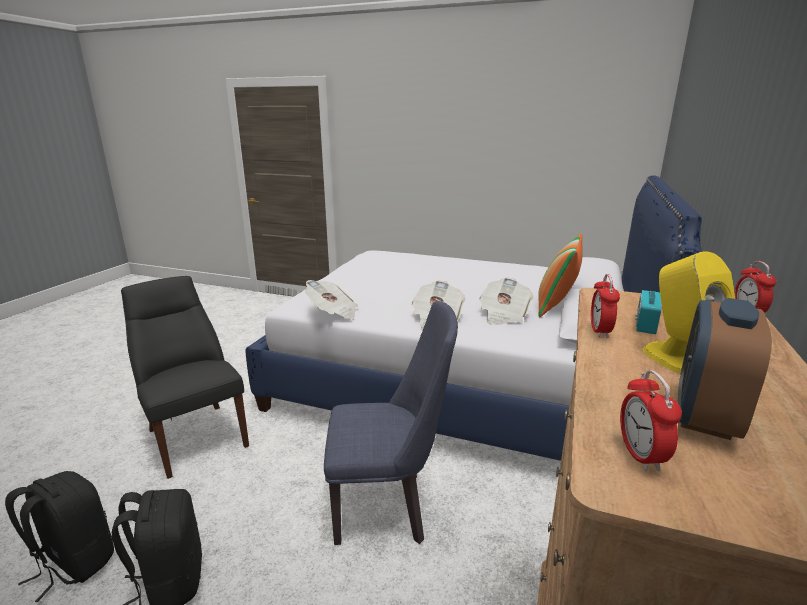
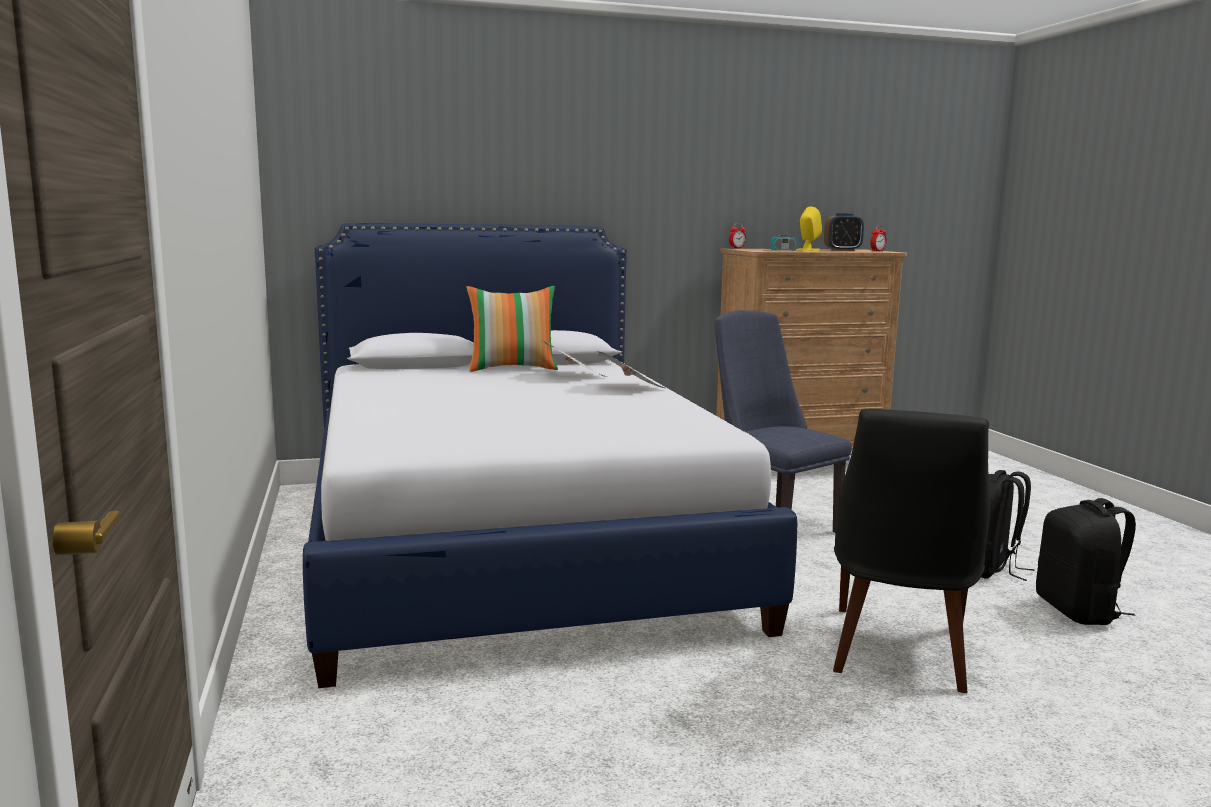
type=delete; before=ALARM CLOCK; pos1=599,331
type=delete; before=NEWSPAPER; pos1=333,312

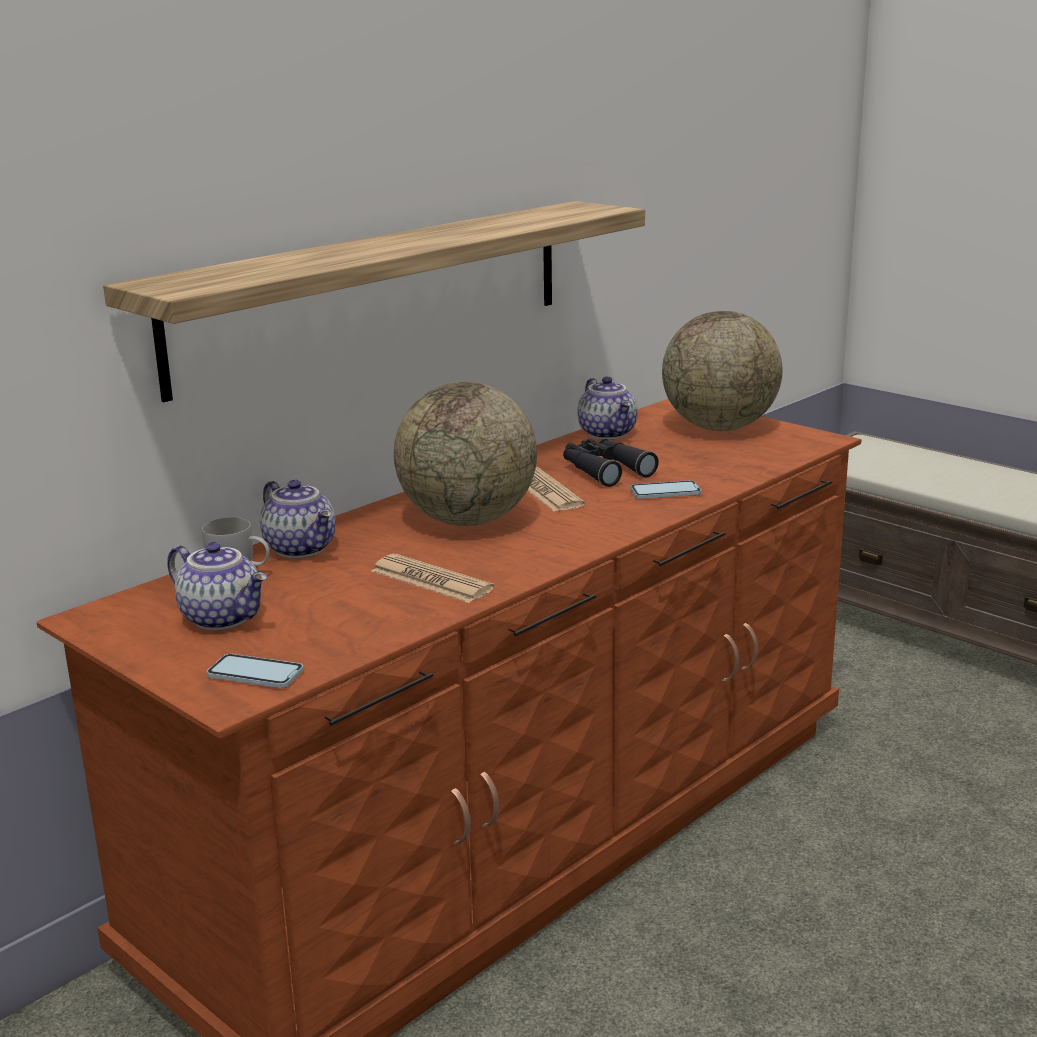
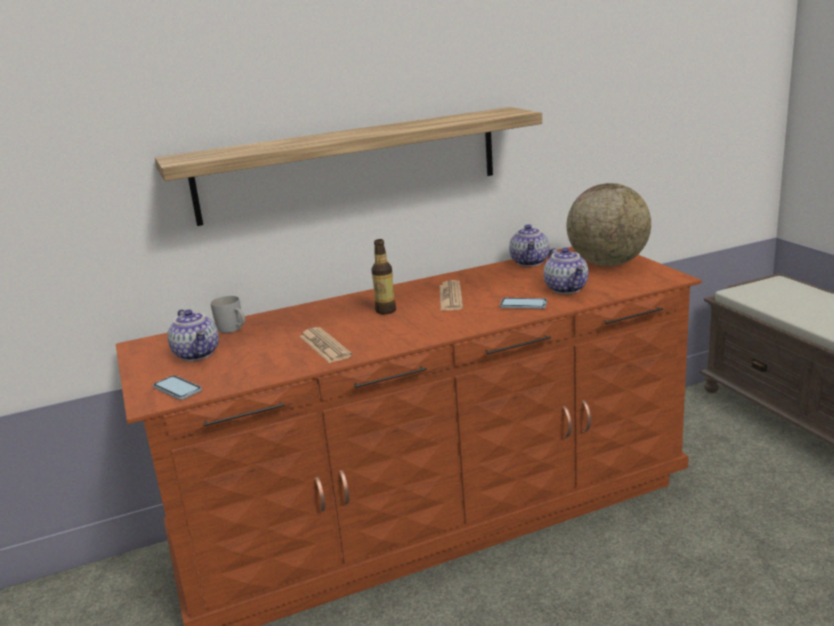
type=replace; before=GLOBE; after=BOTTLE; pos1=468,520; pos2=386,311
type=delete; before=BLACK BINOCULARS; pos1=604,470
type=move; before=TEAPOT; pos1=302,548; pos2=567,289

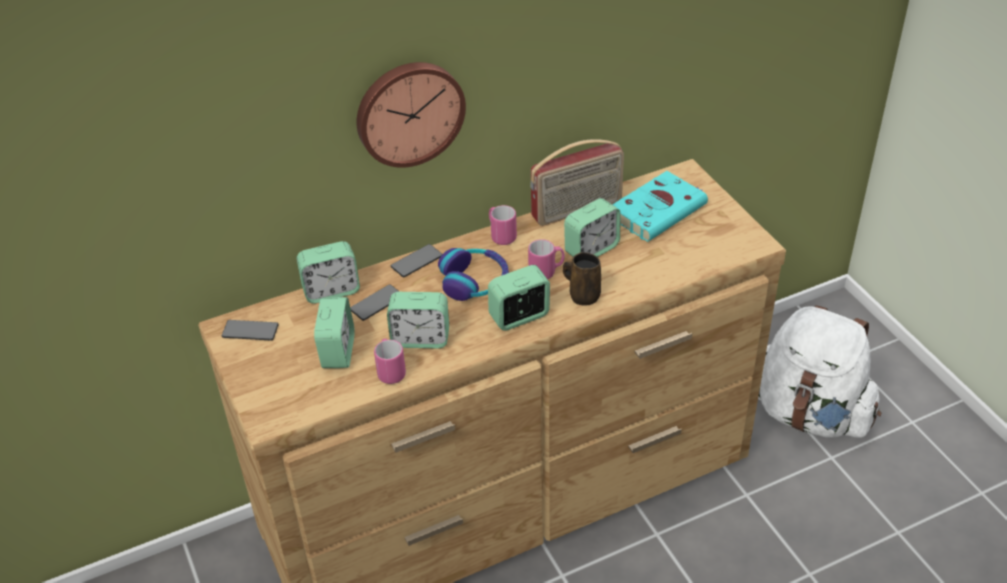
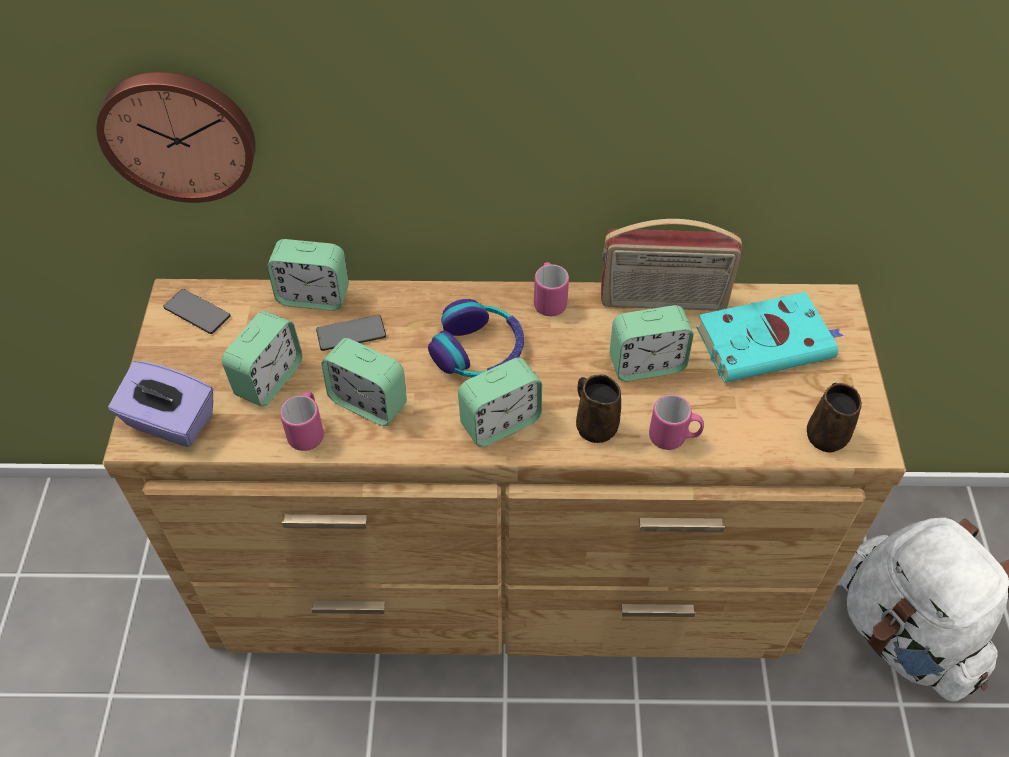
type=move; before=WALL CLOCK; pos1=409,112; pos2=179,134
type=move; before=PINK MUG; pos1=546,272; pos2=674,437
type=delete; before=PHONE; pos1=416,261
type=rotate; before=ALARM CLOCK; pos1=519,317; pos2=500,422; turn=150
type=insert; after=PURPLE TISSUE BOX; pos2=170,422
type=insert; after=BROWN MUG; pos2=826,434

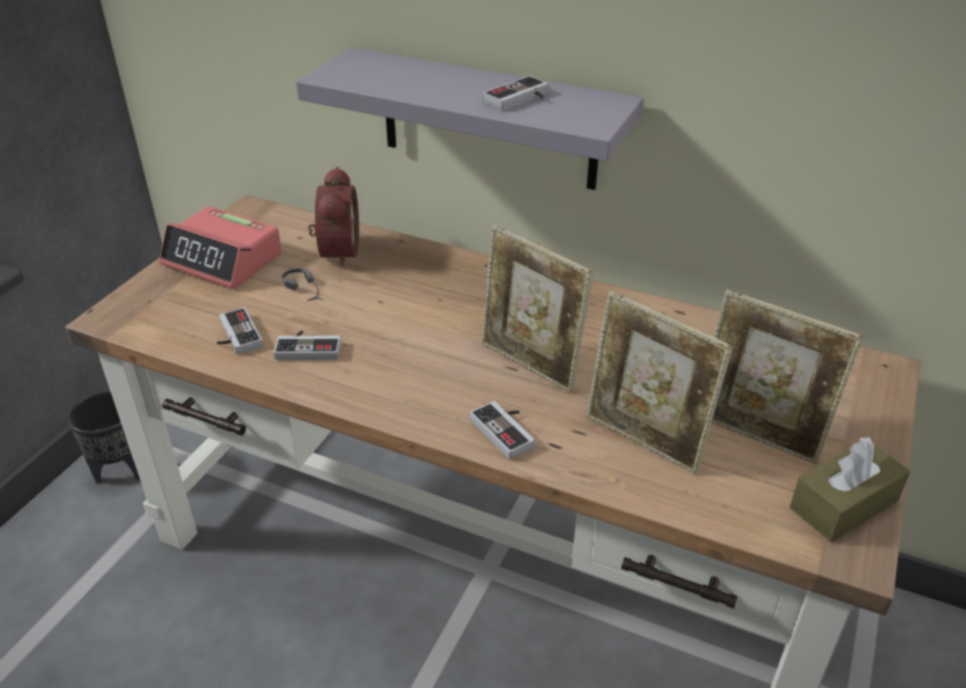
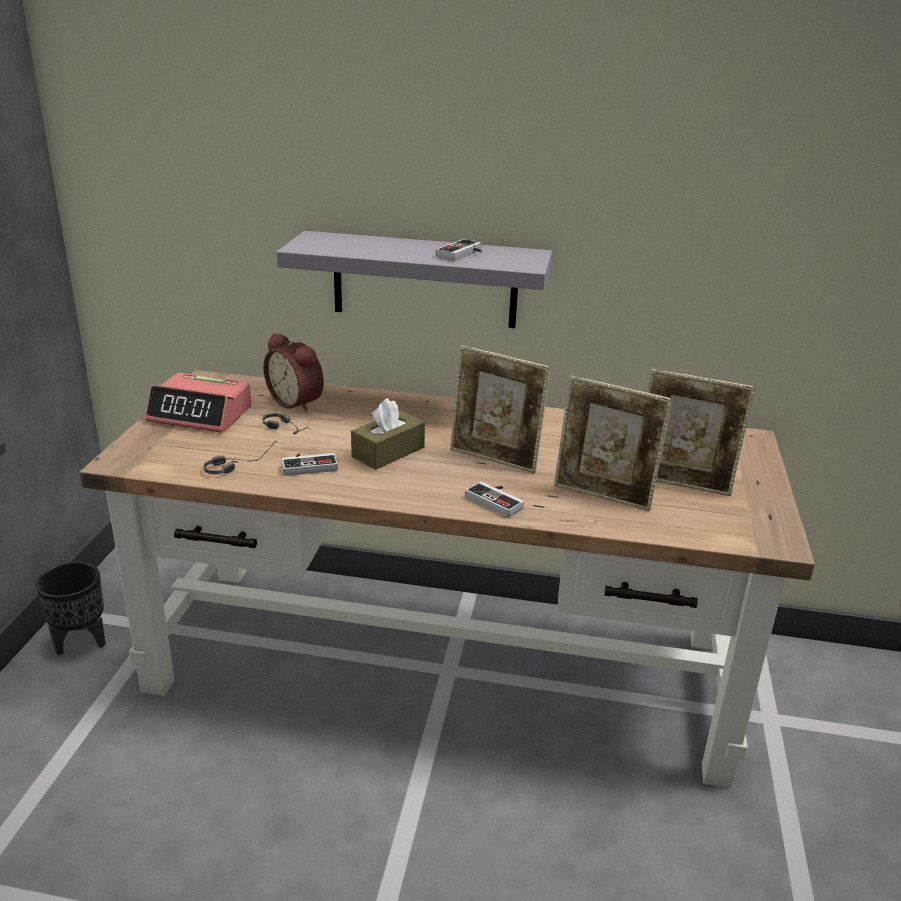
type=rotate; before=ALARM CLOCK; pos1=336,252; pos2=298,402; turn=150
type=replace; before=GAME CONTROLLER; after=HEADPHONES; pos1=235,336; pos2=240,463
type=move; before=BROWN TISSUE BOX; pos1=843,504; pos2=388,452

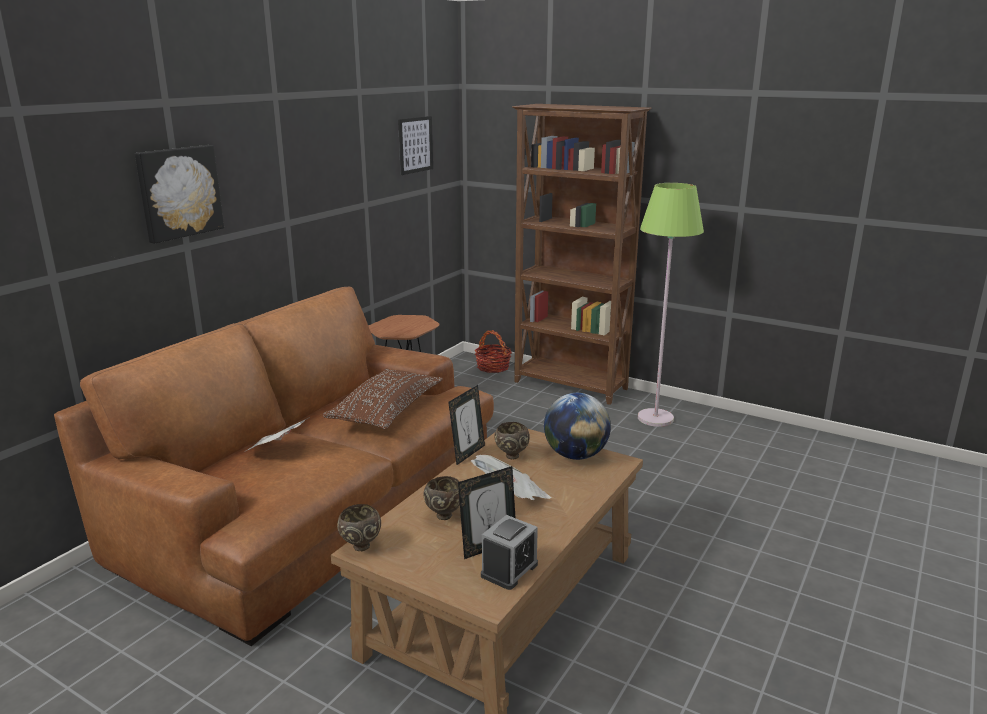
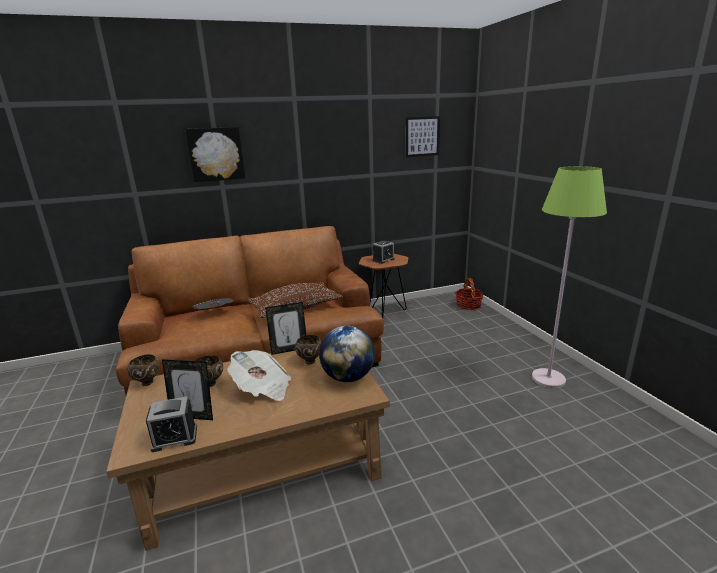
type=delete; before=BROWN BOOKCASE; pos1=570,386
type=insert; after=ALARM CLOCK; pos2=383,260

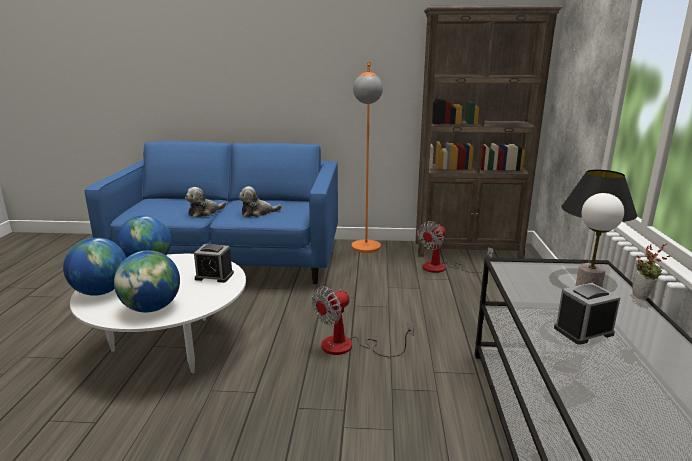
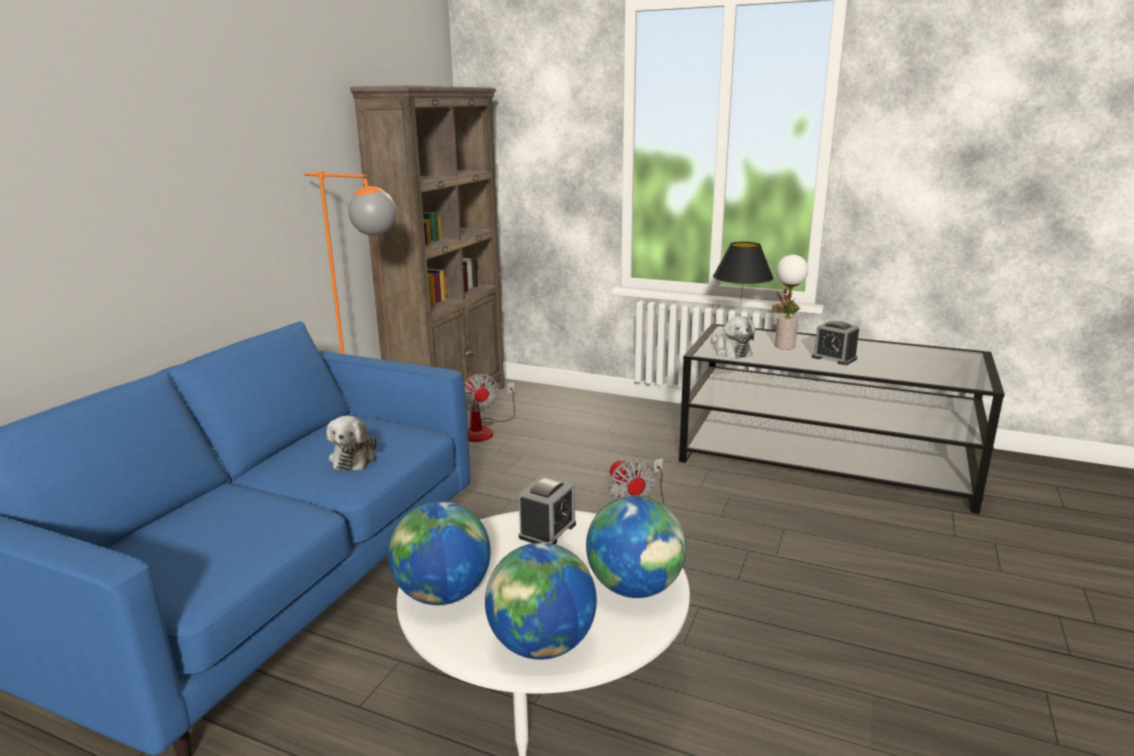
type=move; before=PLUSH TOY; pos1=204,212; pos2=730,351
type=rotate; before=ALARM CLOCK; pos1=583,331; pos2=834,358; turn=-45

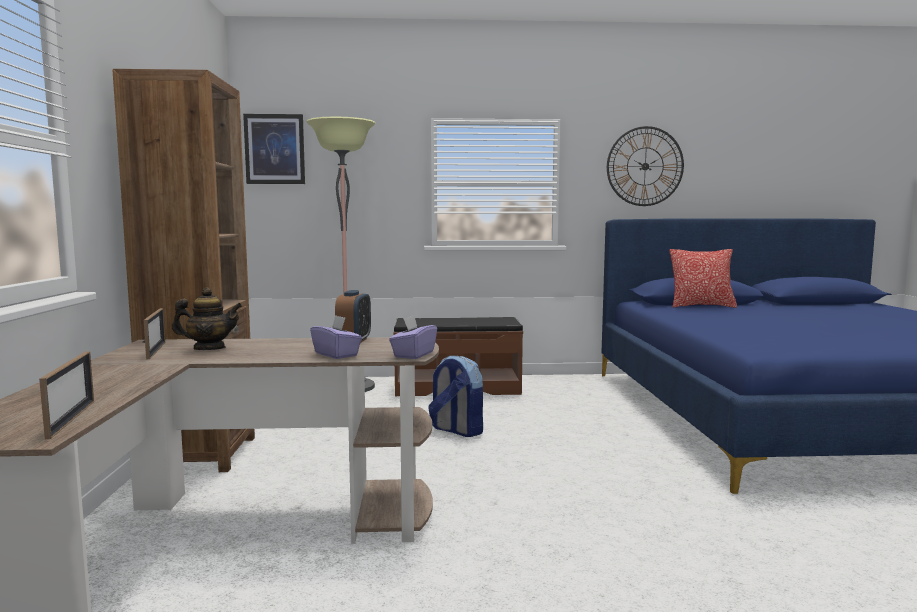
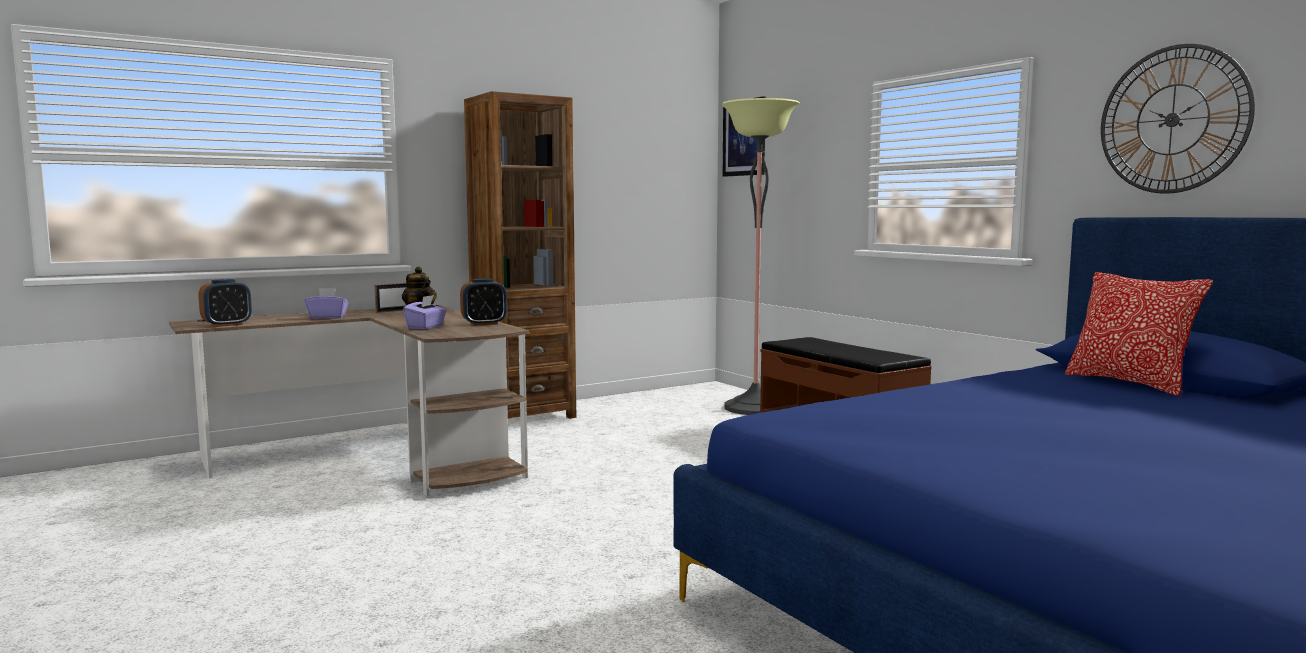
type=move; before=PURPLE TISSUE BOX; pos1=413,355; pos2=327,317
type=replace; before=PICTURE FRAME; after=ALARM CLOCK; pos1=71,419; pos2=227,325
type=delete; before=BACKPACK; pos1=456,430

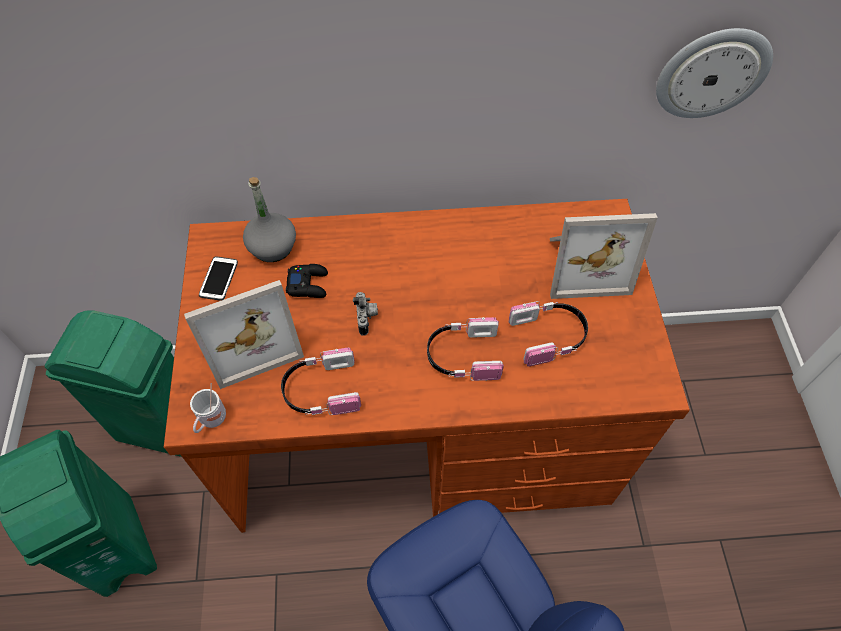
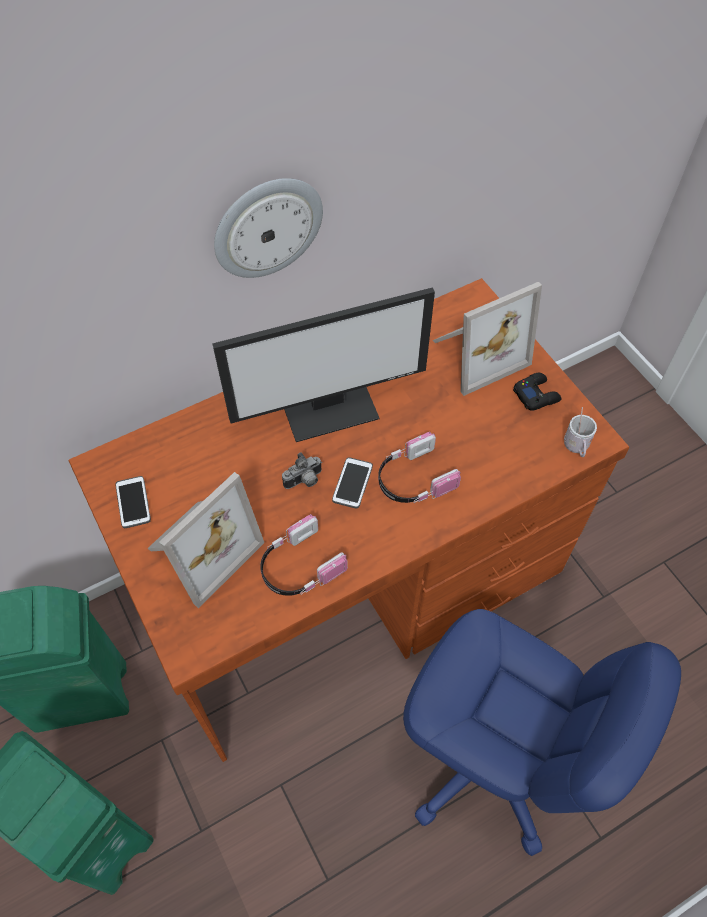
type=move; before=WALL CLOCK; pos1=712,73; pos2=267,227
type=delete; before=GREY BOTTLE; pos1=272,247
type=move; before=BLACK GAME CONTROLLER; pos1=308,284; pos2=536,395
type=rotate; before=PHOTO CAMERA; pos1=367,318; pos2=304,481; turn=90
type=delete; before=HEADPHONES; pos1=549,336
type=move; before=WHITE MUG; pos1=211,421; pos2=576,448
type=insert; after=MONITOR; pos2=330,408
type=insert; after=PHONE; pos2=352,483

